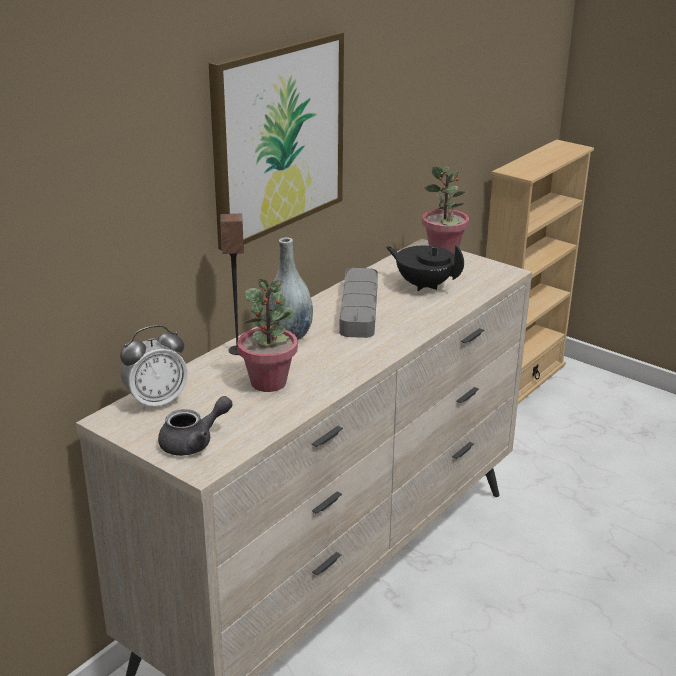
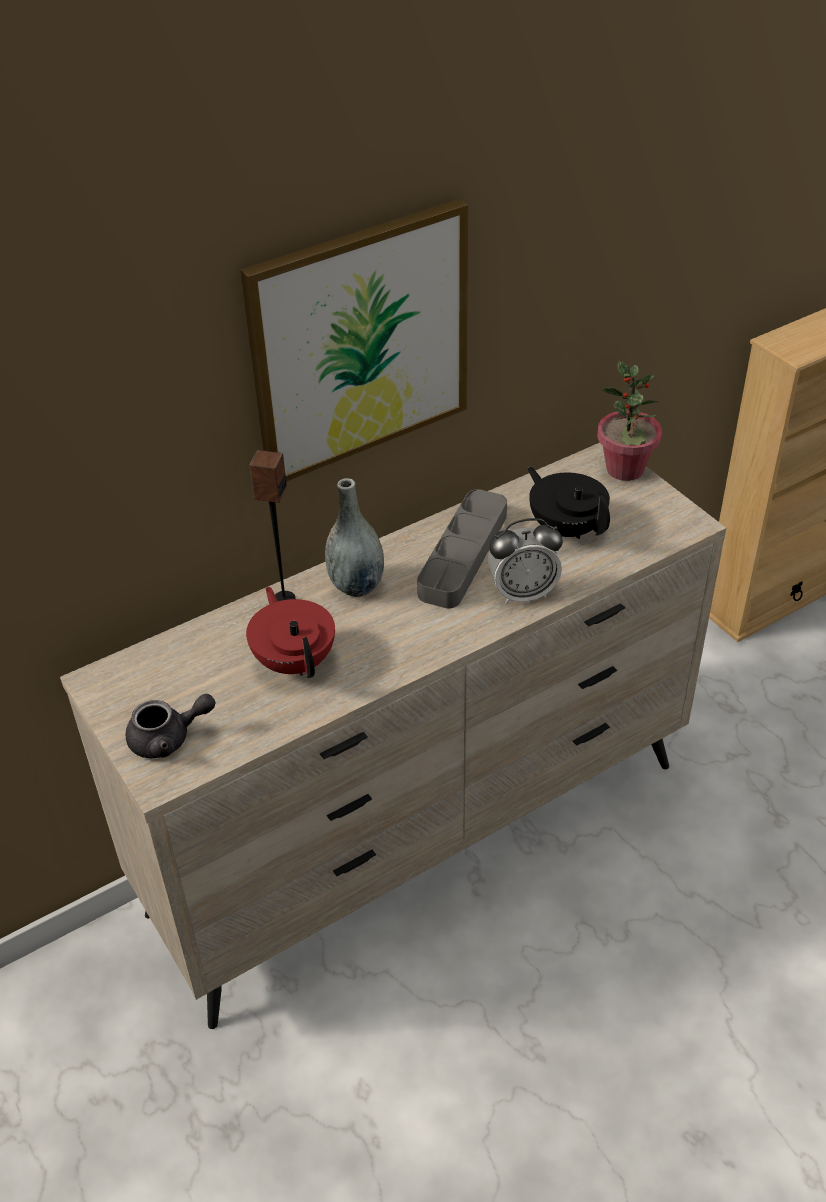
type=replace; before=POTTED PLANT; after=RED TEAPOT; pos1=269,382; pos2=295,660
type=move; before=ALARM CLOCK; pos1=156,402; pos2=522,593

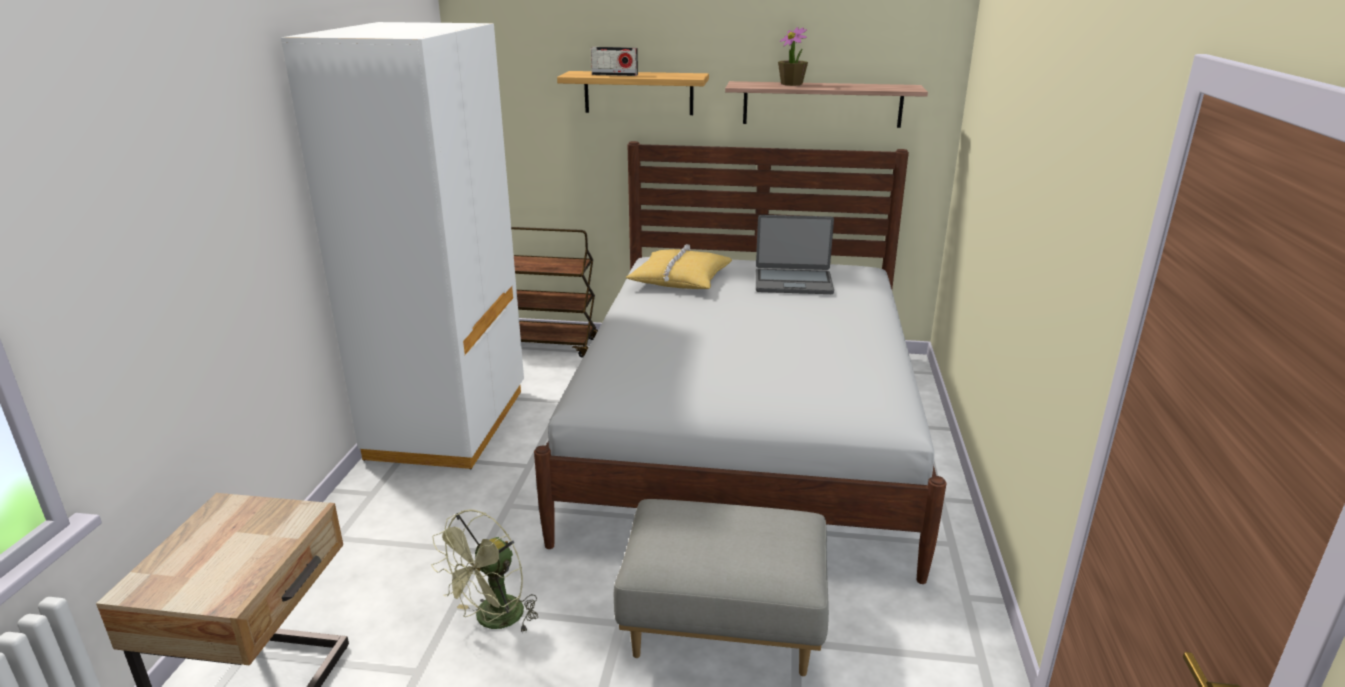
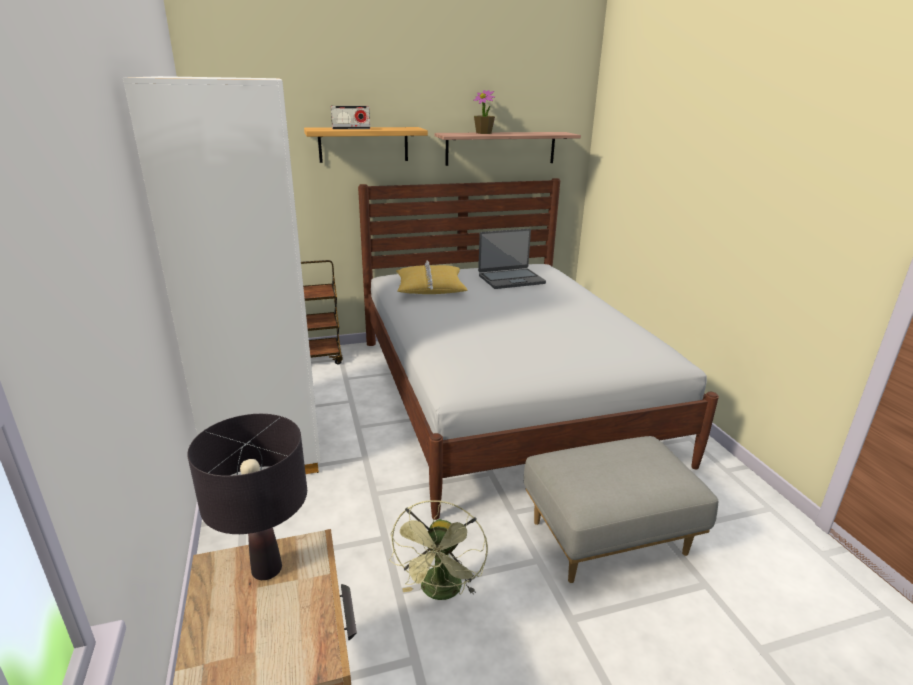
type=insert; after=BLACK TABLE LAMP; pos2=267,569

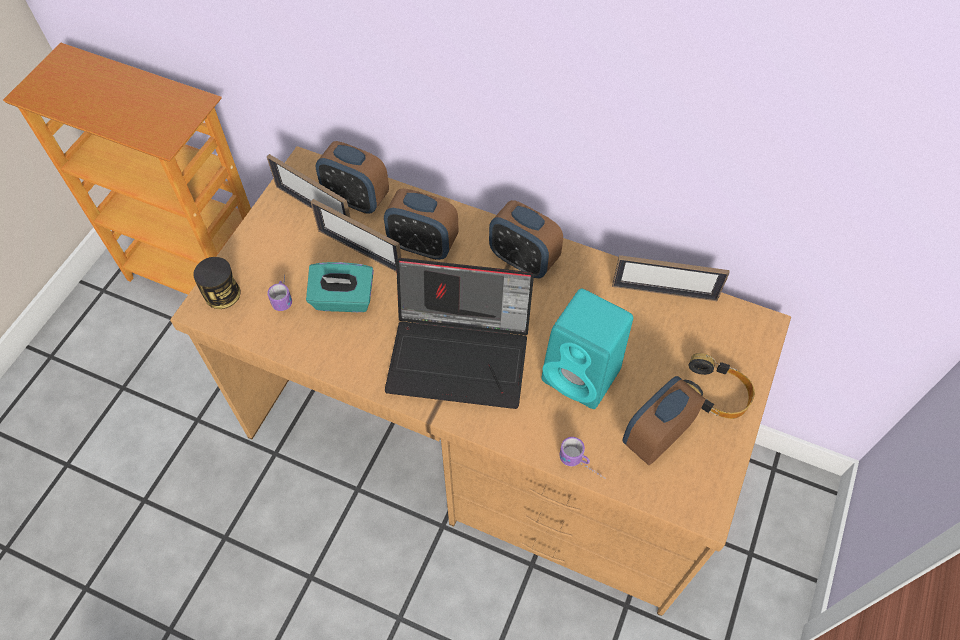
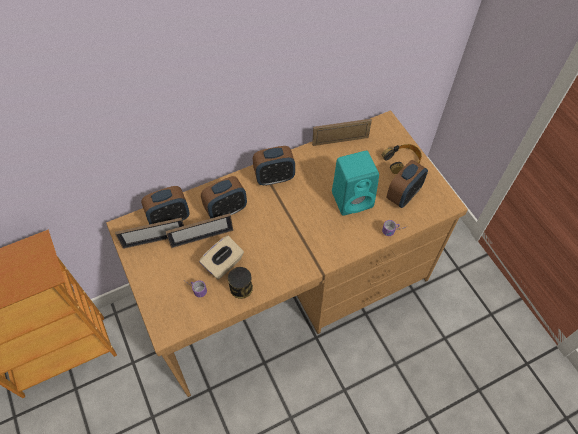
type=rotate; before=PICTURE FRAME; pos1=664,292; pos2=340,141; turn=-150
type=move; before=CAN; pos1=222,294; pos2=241,288
type=delete; before=LAPTOP; pos1=461,354
type=recolor; before=TURQUOISE TISSUE BOX; after=BEIGE TISSUE BOX; pos1=343,300; pos2=223,264
type=rotate; before=ALARM CLOCK; pos1=655,436; pos2=403,195; turn=-135

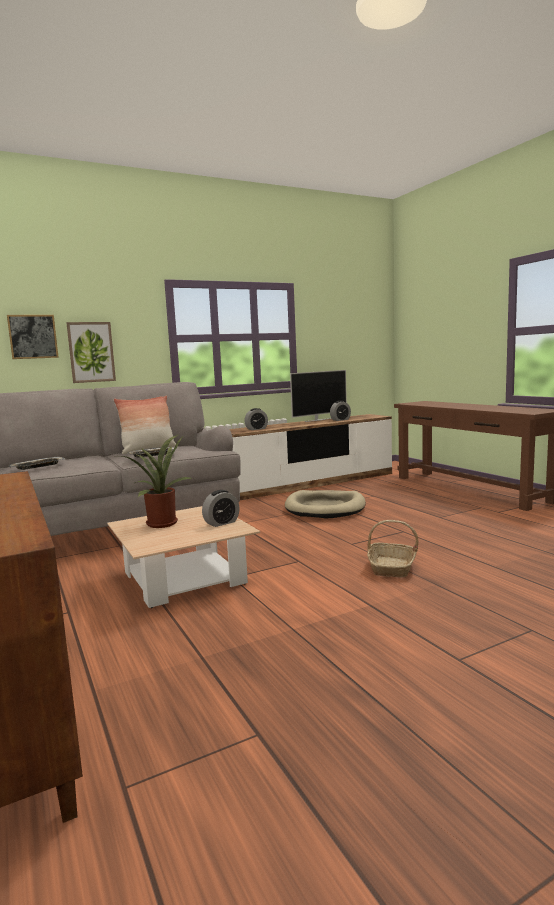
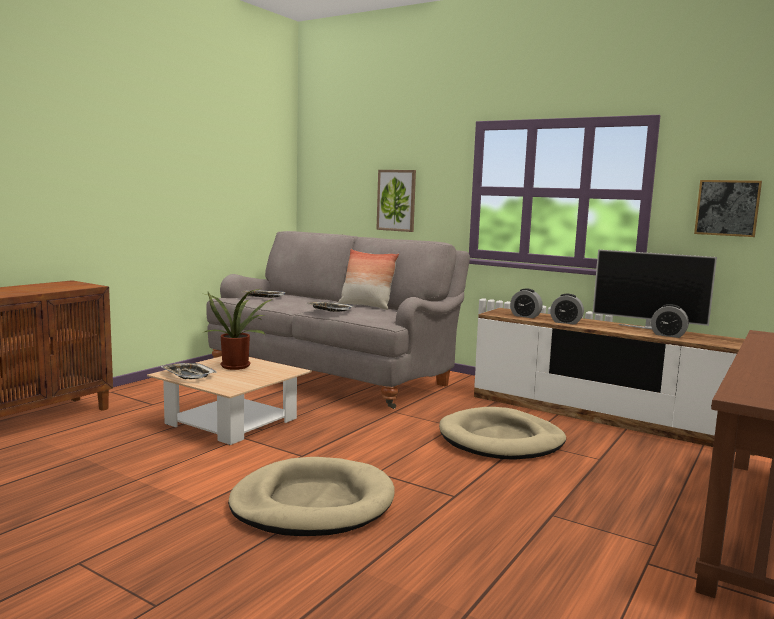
type=move; before=PICTURE; pos1=33,336; pos2=727,208
type=move; before=ALARM CLOCK; pos1=221,523; pos2=566,322
type=replace; before=BASKET; after=BEIGE DOG BED; pos1=391,567; pos2=312,503
type=insert; after=TRAY; pos2=188,375

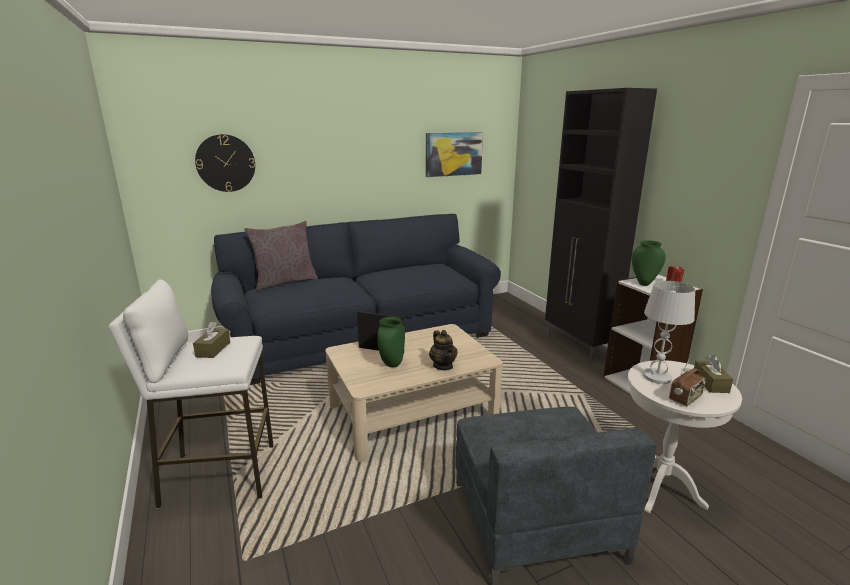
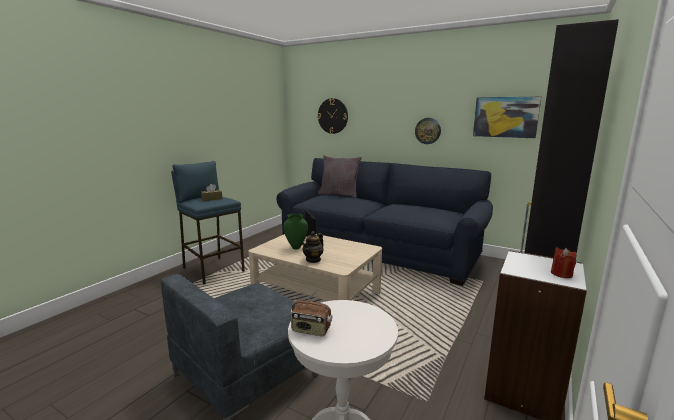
type=delete; before=GREEN VASE; pos1=644,284
type=recolor; before=WHITE STOOL; after=BLUE STOOL; pos1=219,475; pos2=213,270
type=delete; before=WHITE TABLE LAMP; pos1=657,377
type=delete; before=BROWN TISSUE BOX; pos1=710,383
type=insert; after=WALL CLOCK; pos2=428,131

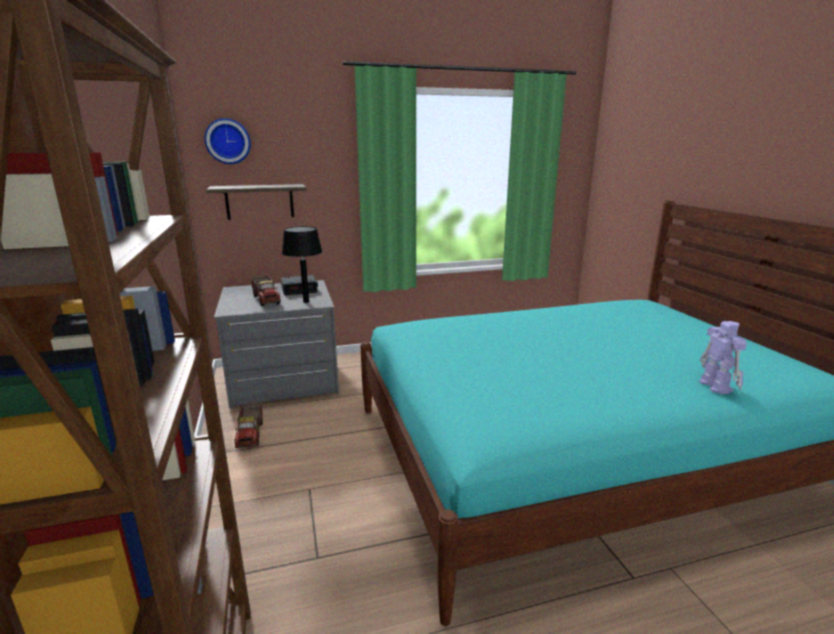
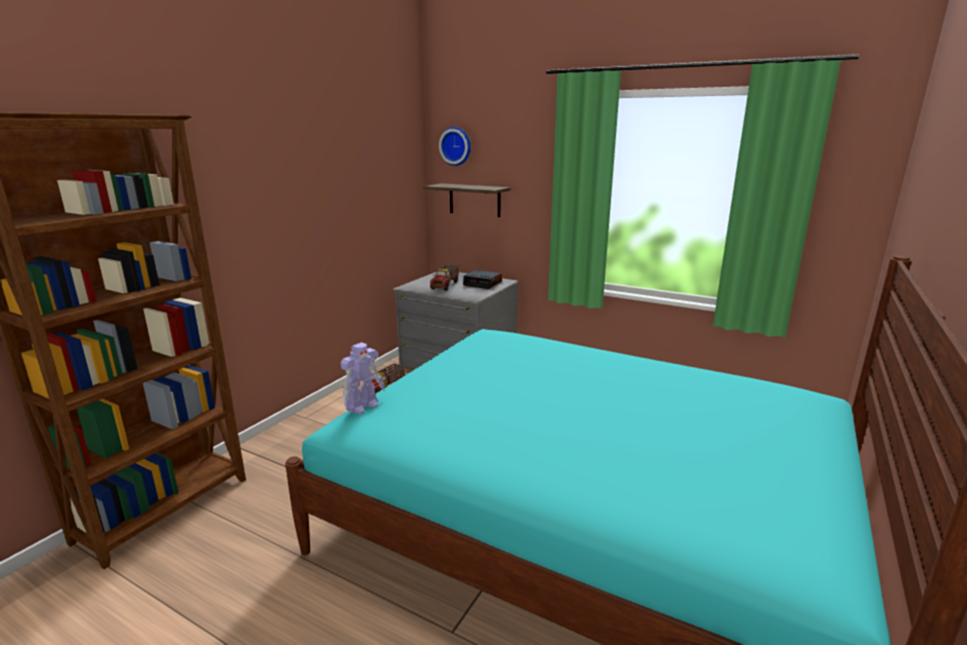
type=delete; before=BLACK TABLE LAMP; pos1=306,301
type=move; before=TOY ROBOT; pos1=715,386; pos2=364,406

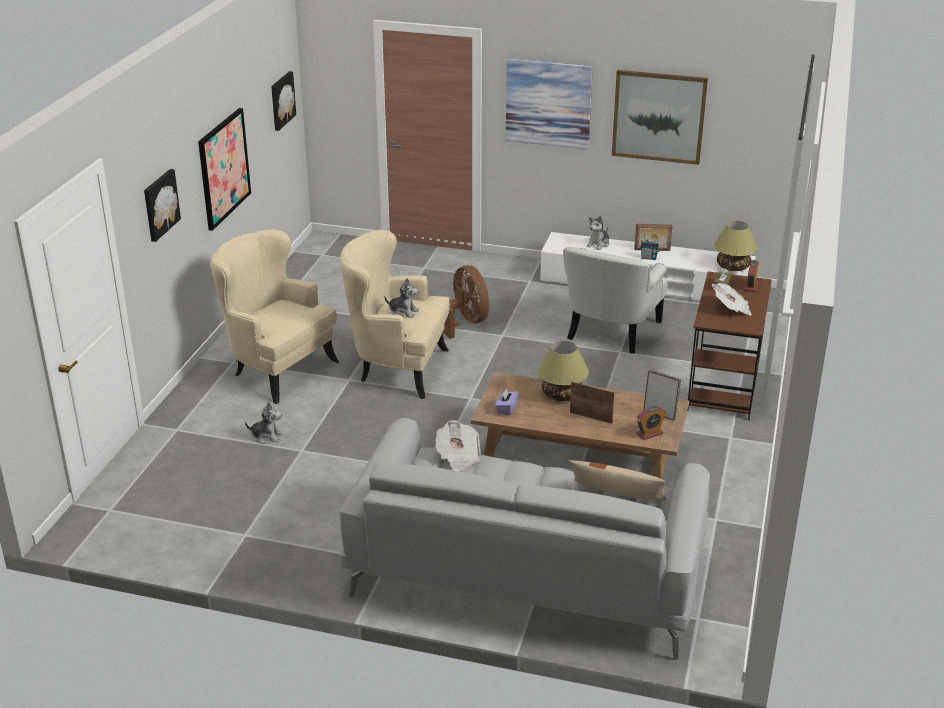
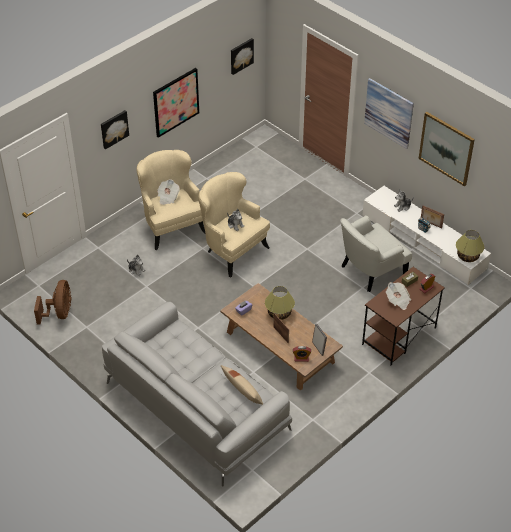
type=move; before=BROWN FAN; pos1=465,322; pos2=59,313
type=move; before=NEWSPAPER; pos1=458,457; pos2=168,197

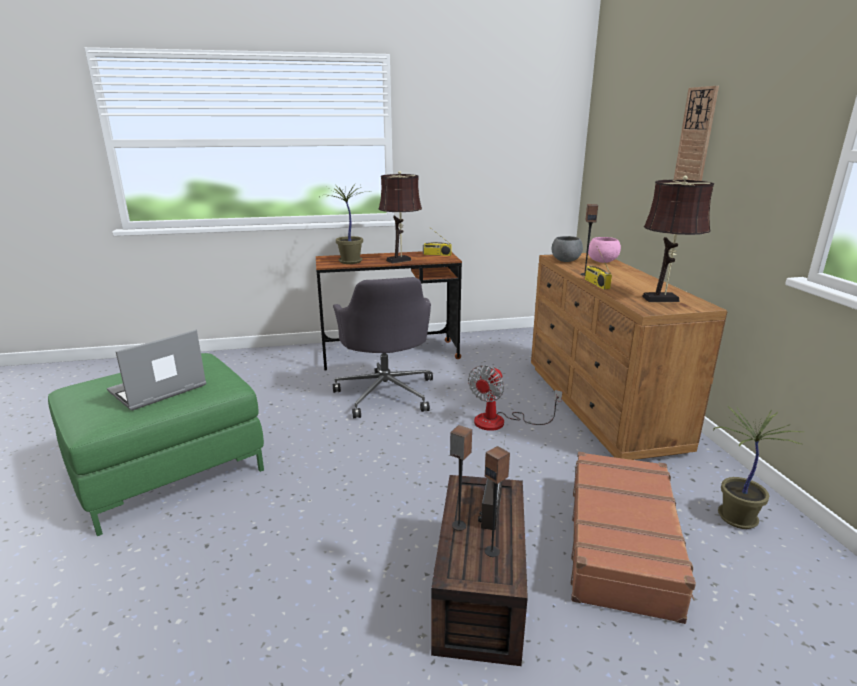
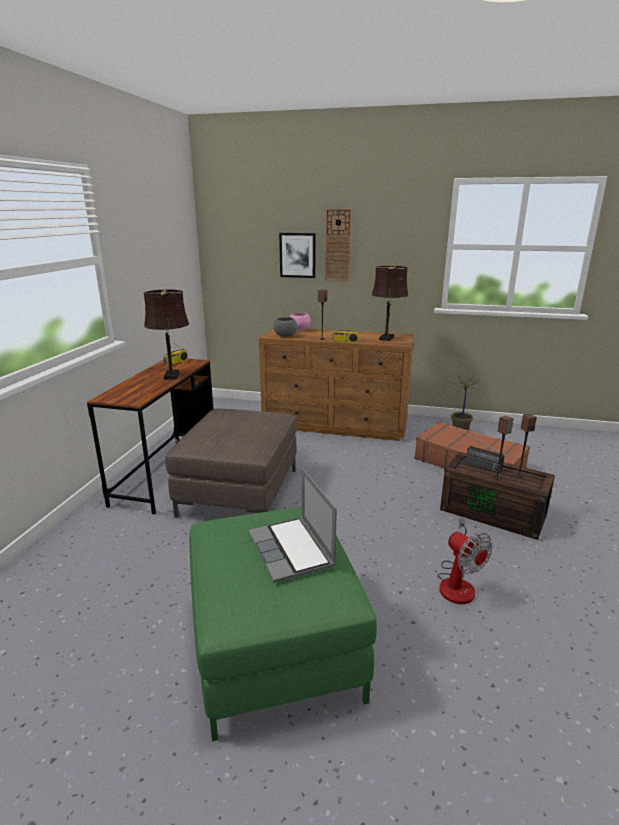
type=delete; before=POTTED PLANT; pos1=349,262
type=replace; before=GREY OFFICE CHAIR; after=BROWN OTTOMAN; pos1=386,393; pos2=240,492
type=move; before=FAN; pos1=500,422; pos2=457,582
type=insert; after=PICTURE; pos2=298,255

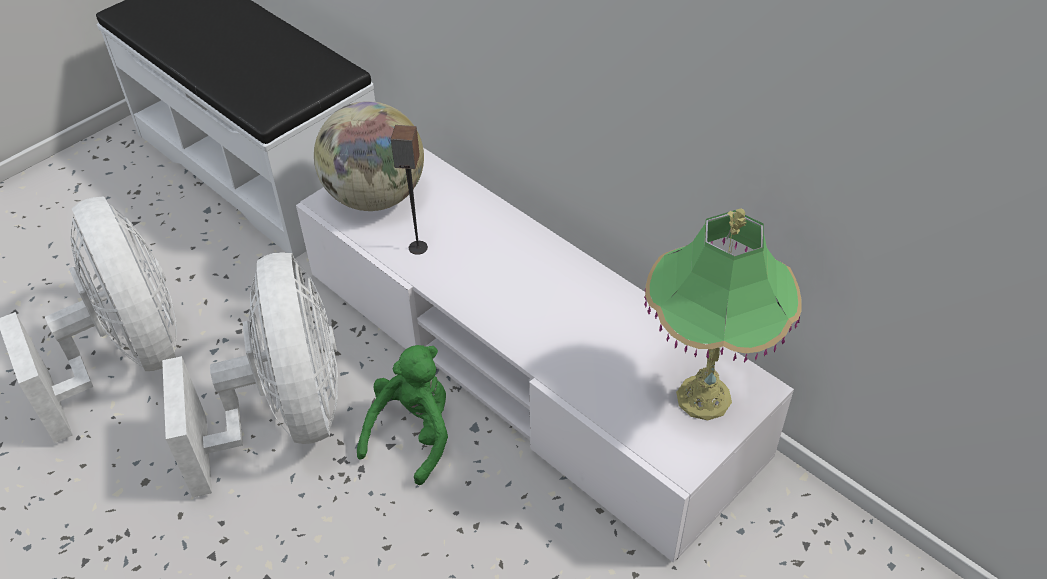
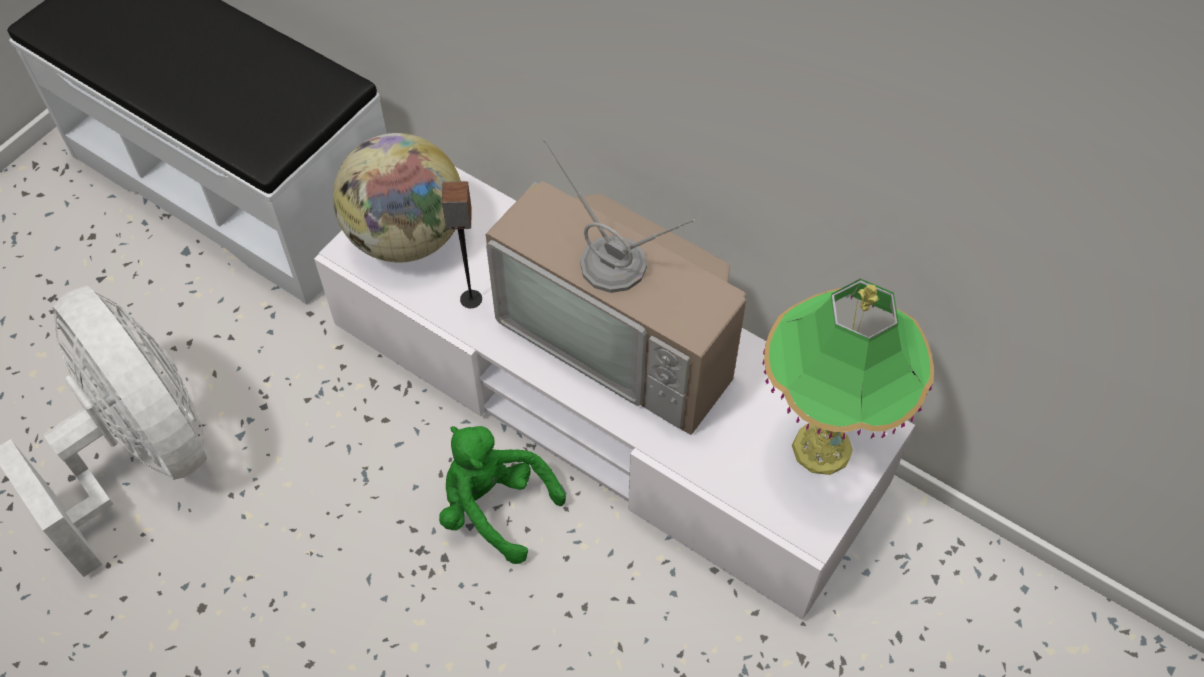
type=delete; before=WHITE FAN; pos1=286,416
type=rotate; before=GREEN PLUSH TOY; pos1=413,433; pos2=494,507; turn=-75
type=insert; after=TELEVISION; pos2=624,337

